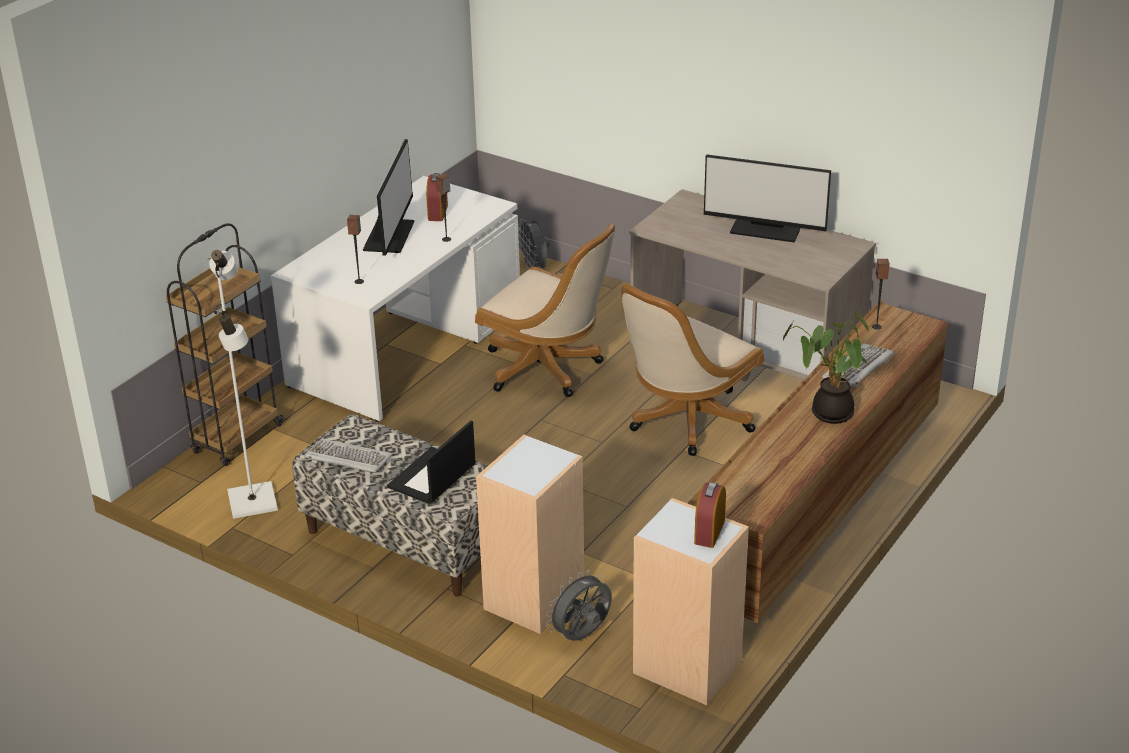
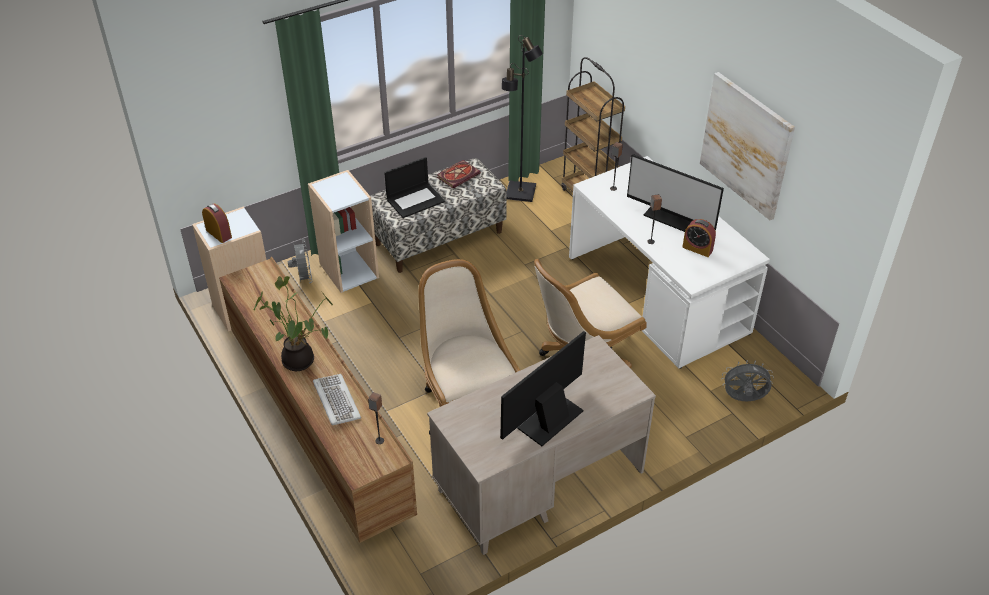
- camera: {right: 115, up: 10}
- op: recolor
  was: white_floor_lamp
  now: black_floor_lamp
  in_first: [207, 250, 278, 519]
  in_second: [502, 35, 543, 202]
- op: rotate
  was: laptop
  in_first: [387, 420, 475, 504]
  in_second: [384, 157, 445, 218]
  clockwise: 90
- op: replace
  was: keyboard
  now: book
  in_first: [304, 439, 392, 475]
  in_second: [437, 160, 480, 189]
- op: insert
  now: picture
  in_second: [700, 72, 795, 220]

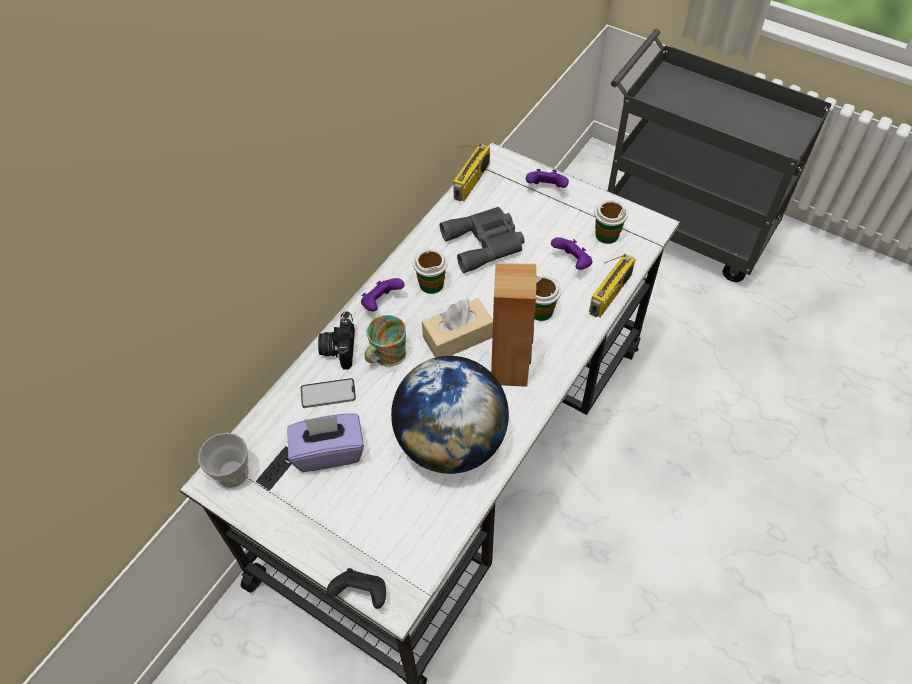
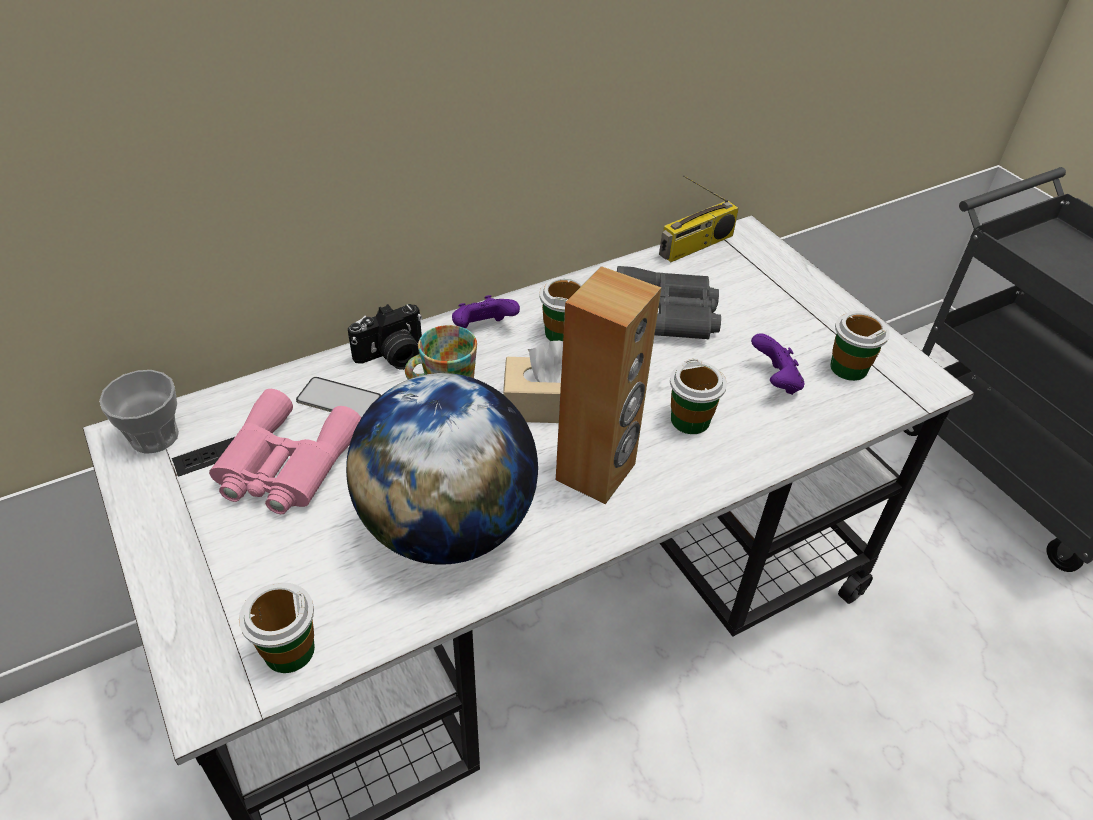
- camera: {right: 25, up: -10}
- op: delete
  was: purple_game_controller
  in_first: [526, 169, 569, 188]
- op: delete
  was: radio
  in_first: [589, 253, 635, 317]
- op: rotate
  was: photo_camera
  in_first: [318, 312, 355, 370]
  in_second: [348, 304, 422, 370]
  clockwise: -150
- op: replace
  was: purple_tissue_box
  now: pink_binoculars
  in_first: [287, 414, 364, 472]
  in_second: [209, 389, 361, 514]
- op: delete
  was: black_game_controller
  in_first: [327, 568, 386, 609]
- op: insert
  now: cup
  in_second: [239, 582, 315, 673]

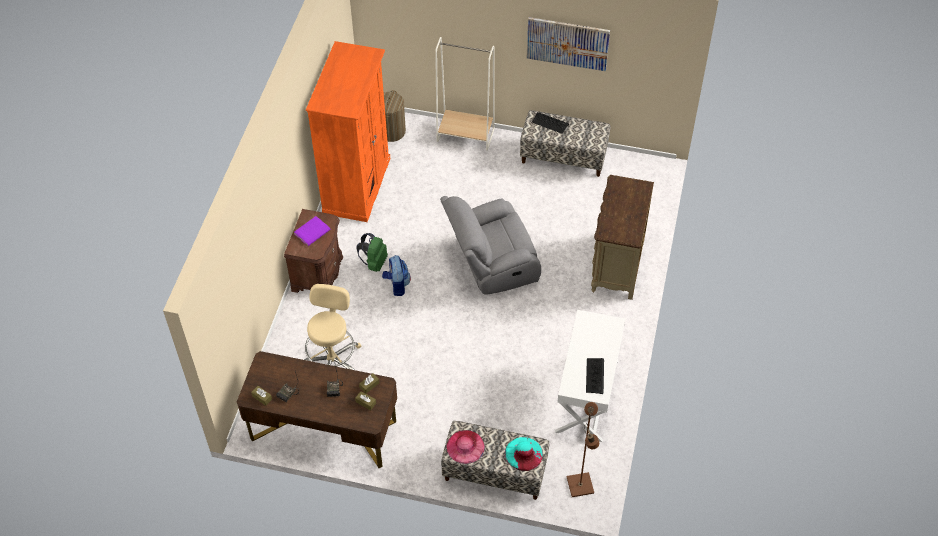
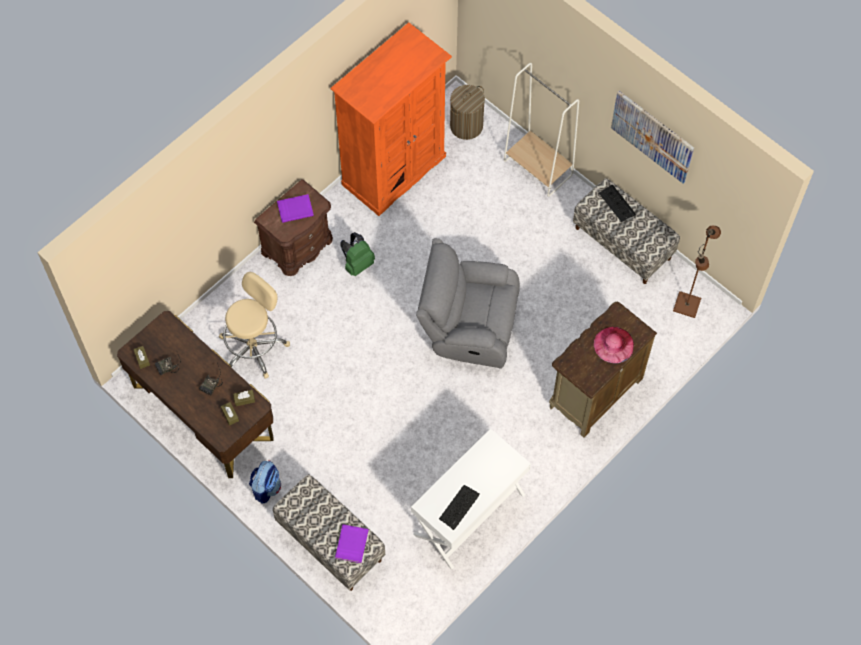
- camera: {right: 30, up: 10}
- op: move
  was: backpack
  in_first: [382, 255, 411, 296]
  in_second: [249, 460, 281, 504]
- op: move
  was: brown_floor_lamp
  in_first: [567, 402, 599, 497]
  in_second: [673, 226, 721, 318]
- op: move
  was: pink_hat
  in_first: [447, 430, 485, 464]
  in_second: [594, 327, 634, 363]
- op: replace
  was: turquoise_hat
  now: purple_book
  in_first: [505, 437, 543, 471]
  in_second: [335, 524, 369, 563]

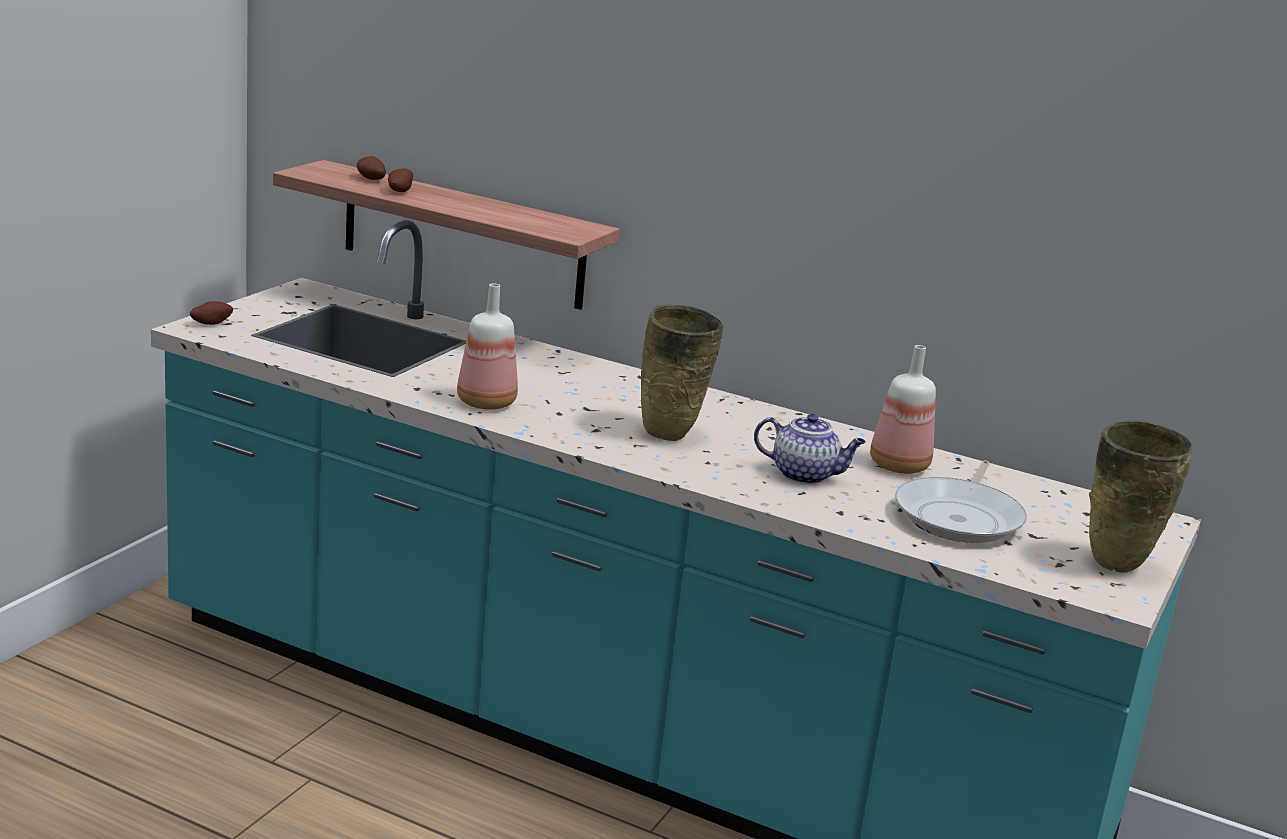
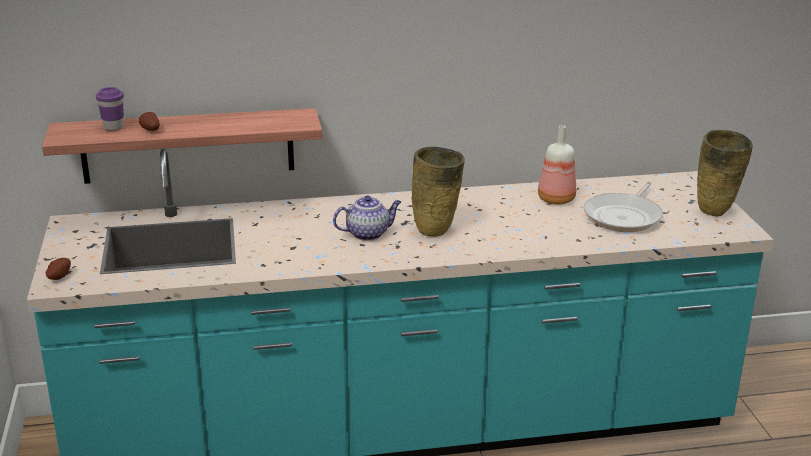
- camera: {right: -35, up: 5}
- op: replace
  was: potato
  now: purple_cup
  in_first: [357, 156, 386, 180]
  in_second: [96, 87, 124, 131]
- op: delete
  was: bottle
  in_first: [457, 283, 518, 410]
- op: move
  was: teapot
  in_first: [754, 414, 866, 484]
  in_second: [333, 196, 401, 241]
- op: rotate
  was: frying_pan
  in_first: [895, 460, 1027, 543]
  in_second: [584, 182, 663, 232]
  clockwise: 45

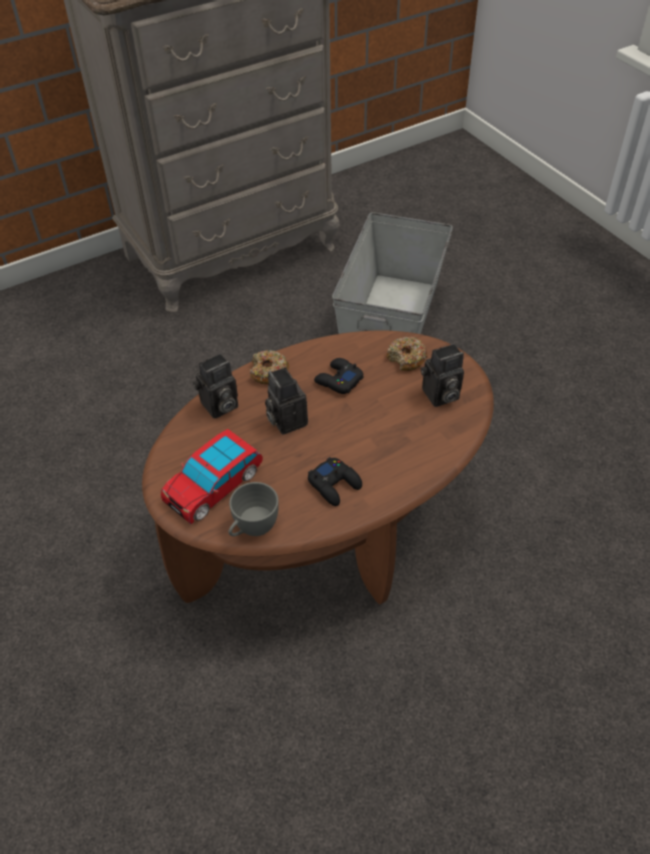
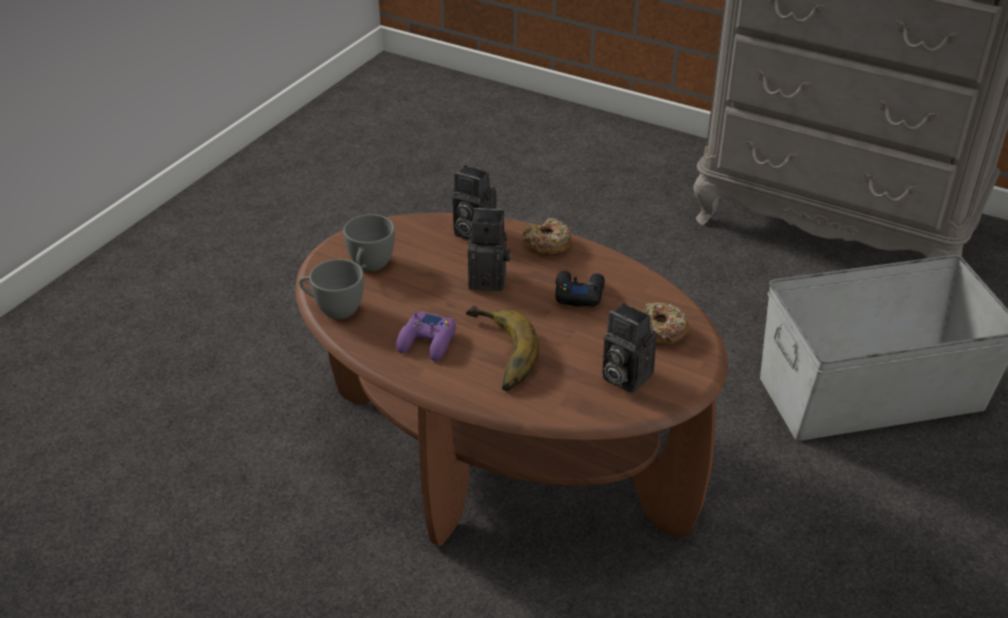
- camera: {right: 60, up: -10}
- op: rotate
  was: photo_camera
  in_first: [265, 367, 308, 435]
  in_second: [468, 208, 511, 291]
  clockwise: 60
- op: replace
  was: toy_car
  now: grey_cup
  in_first: [161, 429, 263, 524]
  in_second: [343, 214, 395, 271]
- op: recolor
  was: black_game_controller
  now: purple_game_controller
  in_first: [308, 457, 362, 506]
  in_second: [396, 311, 456, 361]
- op: insert
  now: banana
  in_second: [466, 306, 539, 391]

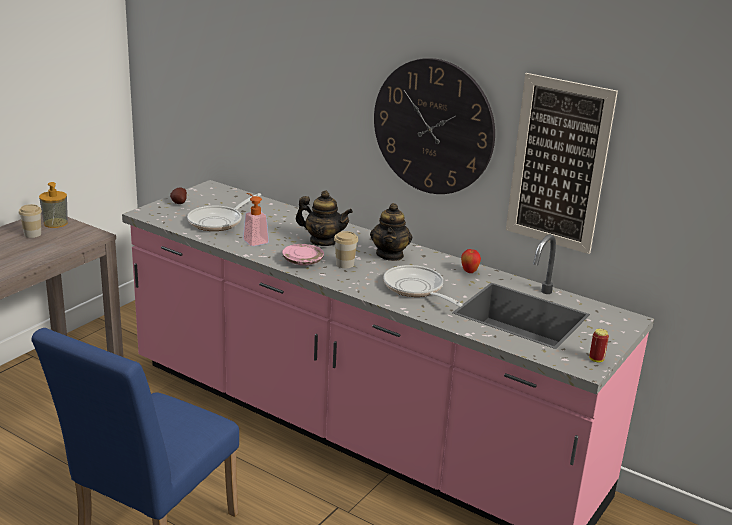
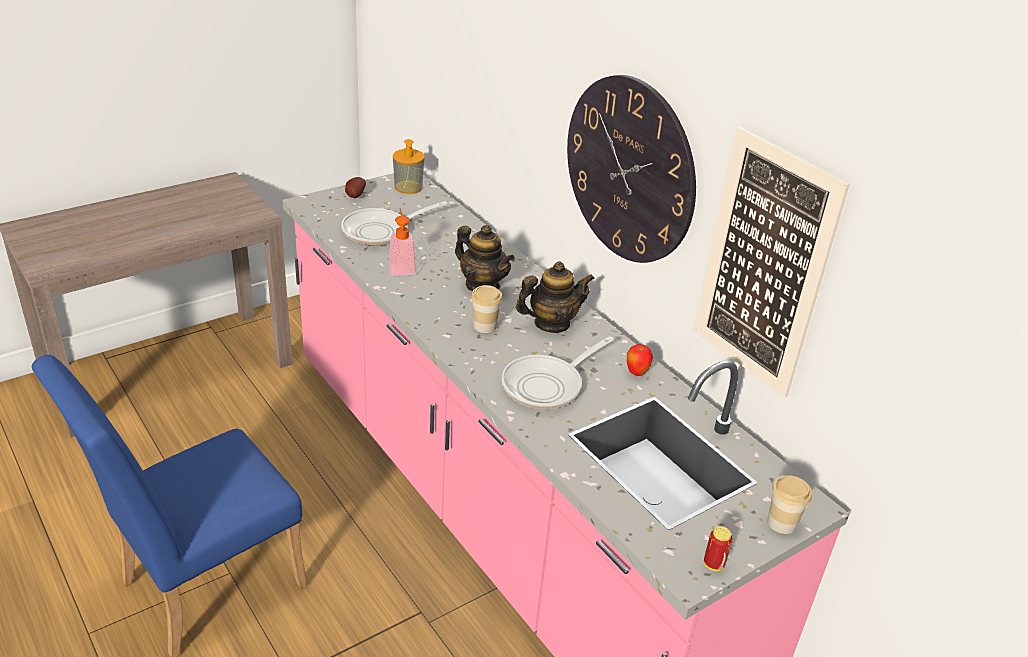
- camera: {right: 20, up: 10}
- op: move
  was: soap_dispenser
  in_first: [39, 182, 68, 228]
  in_second: [393, 139, 425, 194]
- op: rotate
  was: teapot
  in_first: [370, 203, 412, 261]
  in_second: [516, 261, 595, 333]
  clockwise: -135
- op: move
  was: cup
  in_first: [19, 204, 42, 238]
  in_second: [767, 475, 812, 534]
- op: delete
  was: pink_plate
  in_first: [282, 244, 324, 266]
- op: rotate
  was: frying_pan
  in_first: [383, 265, 463, 307]
  in_second: [502, 336, 614, 409]
  clockwise: -120

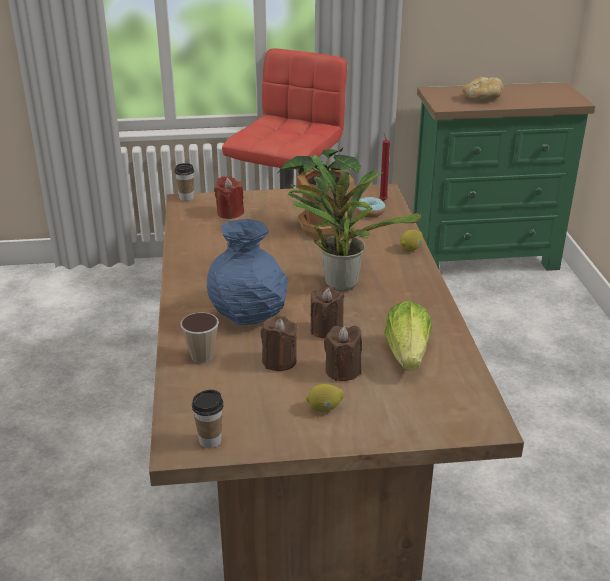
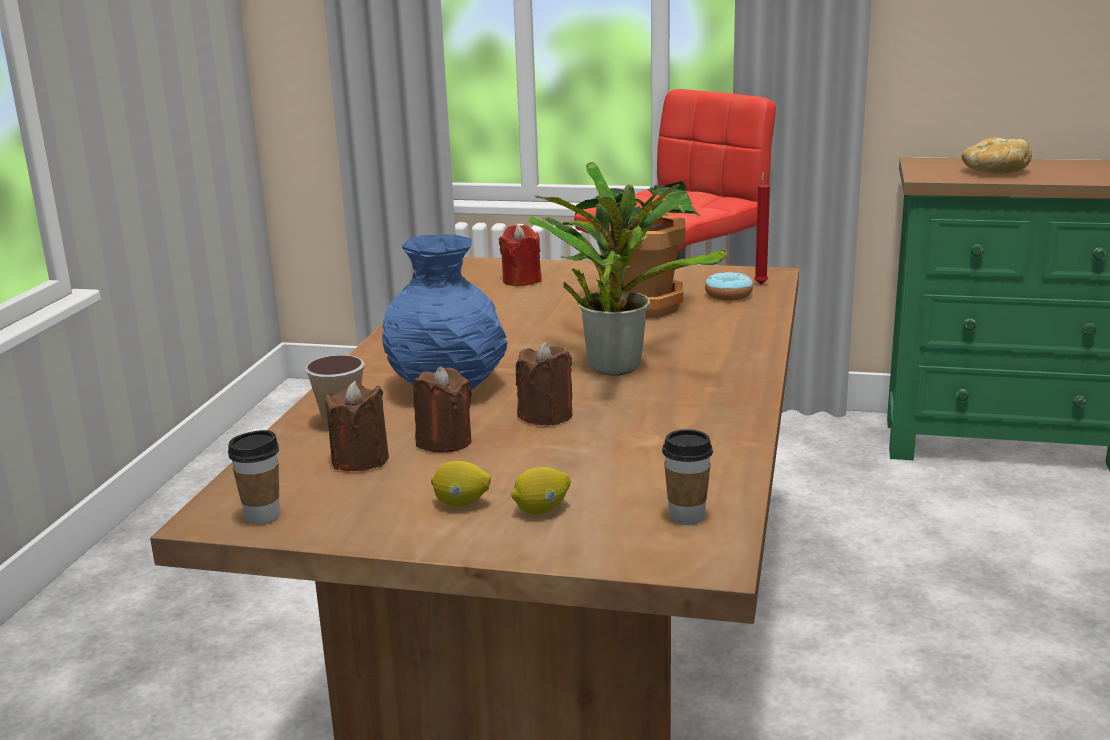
- camera: {right: 20, up: -10}
- op: move
  was: cup
  in_first: [175, 163, 194, 201]
  in_second: [662, 429, 713, 525]
- op: move
  was: lemon
  in_first: [400, 230, 423, 251]
  in_second: [511, 467, 571, 514]
- op: delete
  was: lettuce
  in_first: [384, 301, 432, 371]
- op: move
  was: brown_candle
  in_first: [324, 326, 362, 381]
  in_second: [325, 381, 389, 471]

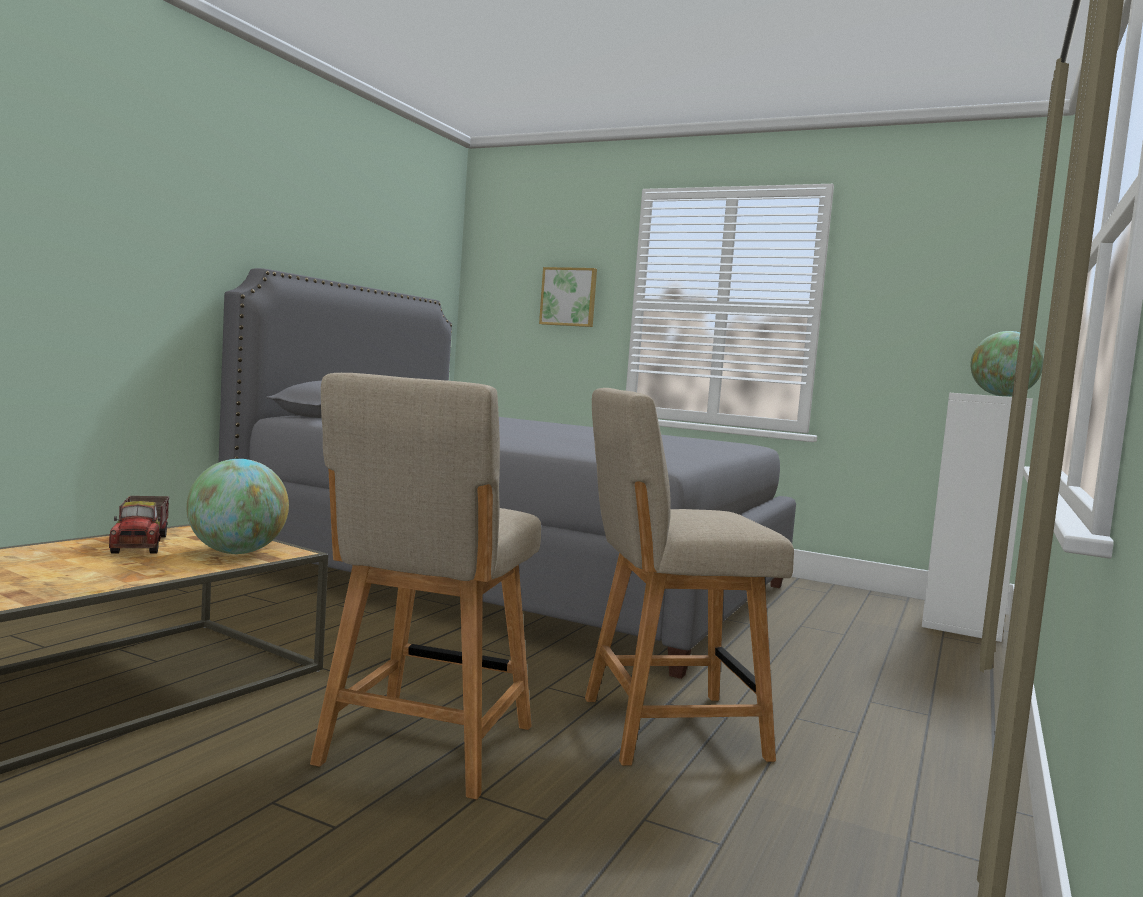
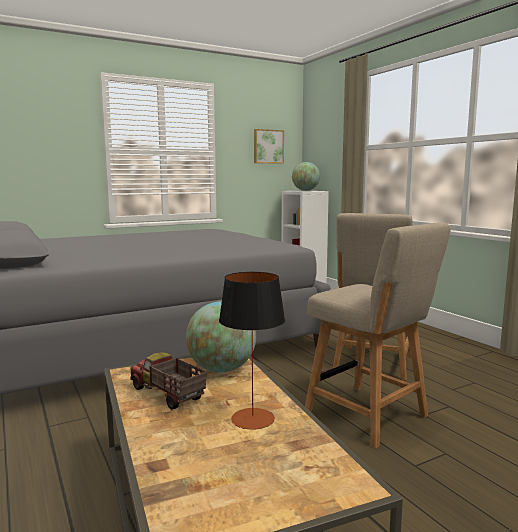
- camera: {right: -55, up: 5}
- op: move
  was: picture
  in_first: [539, 267, 597, 327]
  in_second: [254, 129, 284, 164]
- op: rotate
  was: toy_truck
  in_first: [109, 496, 169, 554]
  in_second: [130, 352, 207, 410]
  clockwise: -150
- op: insert
  now: table_lamp
  in_second: [219, 272, 285, 430]

